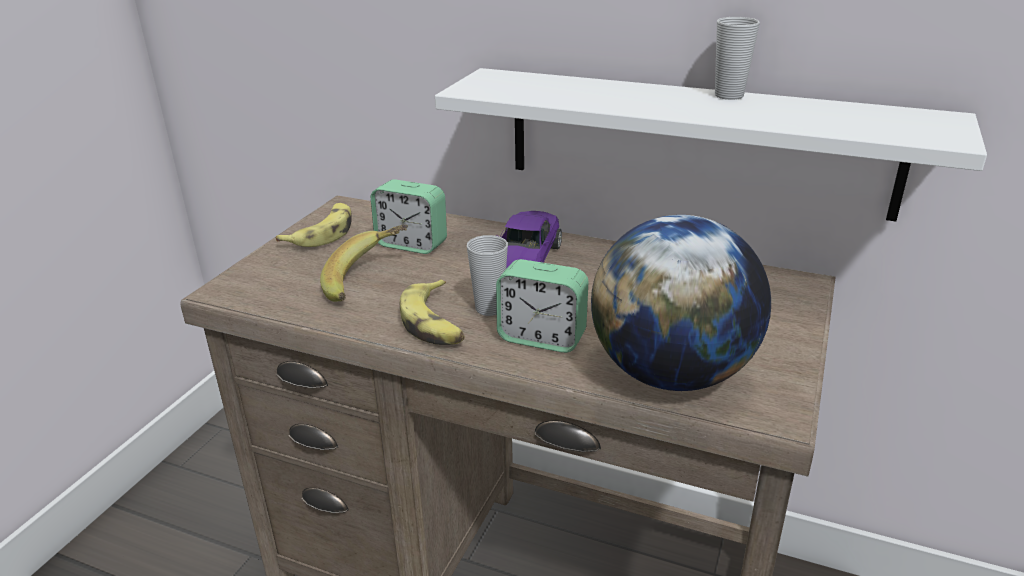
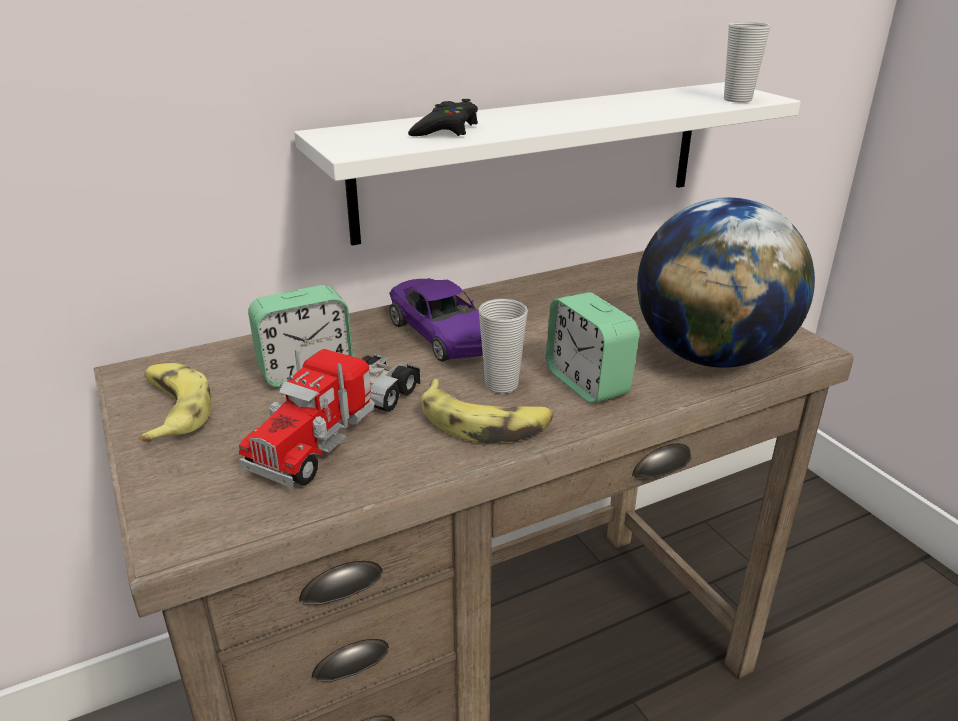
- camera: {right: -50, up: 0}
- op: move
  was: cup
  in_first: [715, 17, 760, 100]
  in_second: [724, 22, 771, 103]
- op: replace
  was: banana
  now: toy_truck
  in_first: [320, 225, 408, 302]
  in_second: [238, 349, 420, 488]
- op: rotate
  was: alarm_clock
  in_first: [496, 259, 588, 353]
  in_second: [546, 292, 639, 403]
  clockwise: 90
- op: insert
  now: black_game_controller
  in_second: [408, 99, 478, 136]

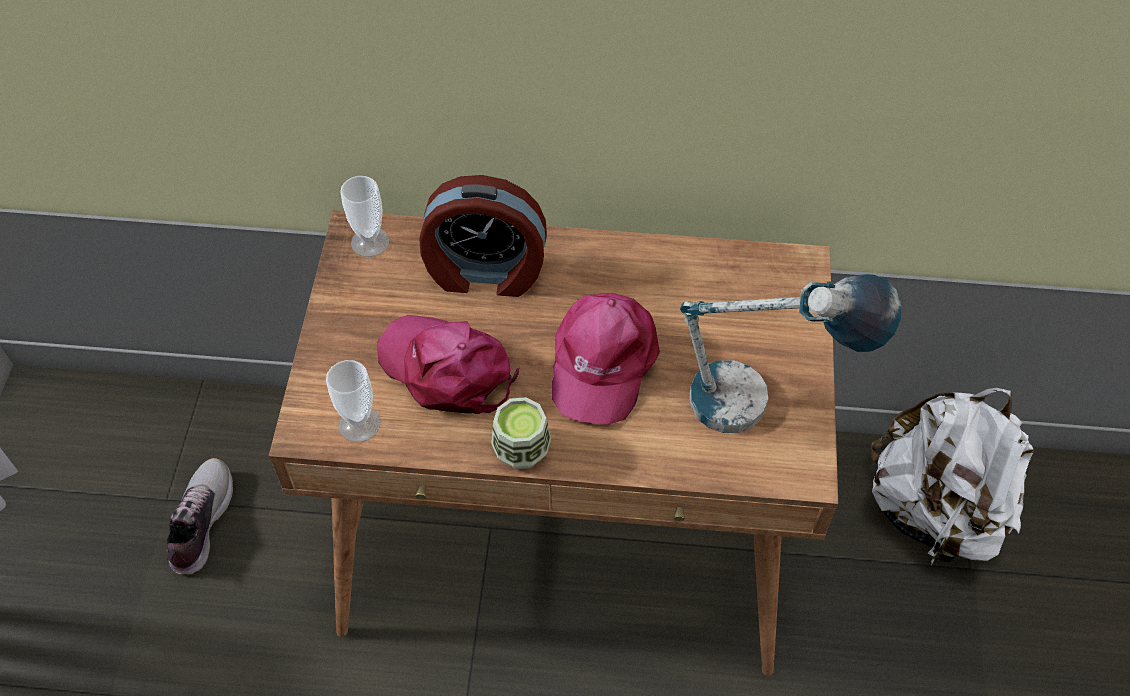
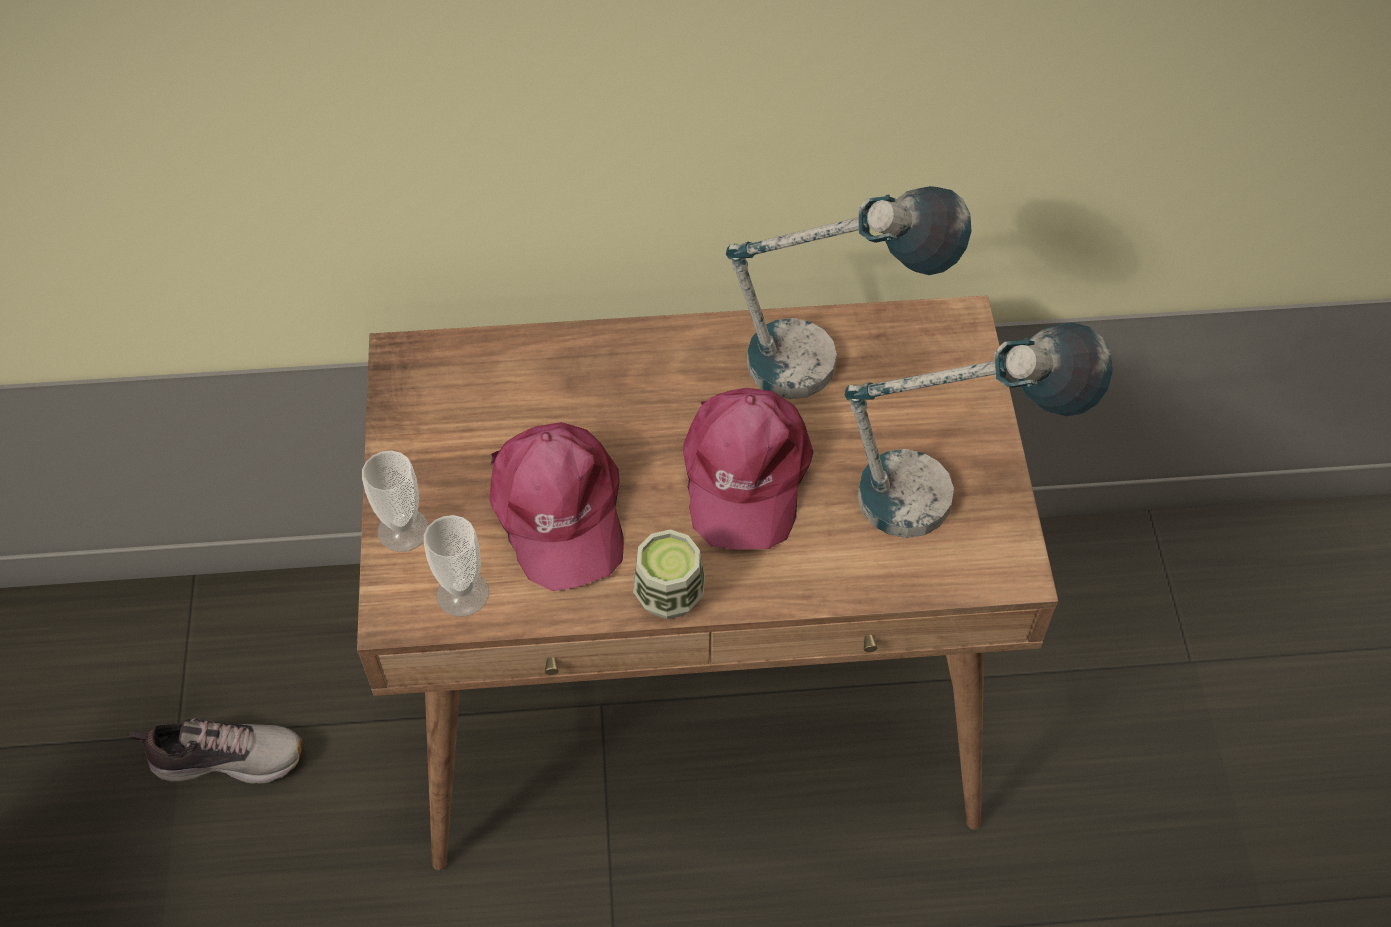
- camera: {right: -10, up: 0}
- op: delete
  was: alarm_clock
  in_first: [419, 175, 547, 297]
- op: move
  was: cup
  in_first: [340, 176, 389, 257]
  in_second: [362, 451, 429, 552]
- op: rotate
  was: pink_cap
  in_first: [377, 315, 520, 414]
  in_second: [489, 422, 624, 591]
  clockwise: -135
- op: delete
  was: white_backpack
  in_first: [870, 388, 1034, 566]
- op: rotate
  was: shoe
  in_first: [166, 458, 233, 575]
  in_second: [130, 718, 303, 784]
  clockwise: 90
- op: insert
  now: table_lamp
  in_second: [726, 186, 972, 399]

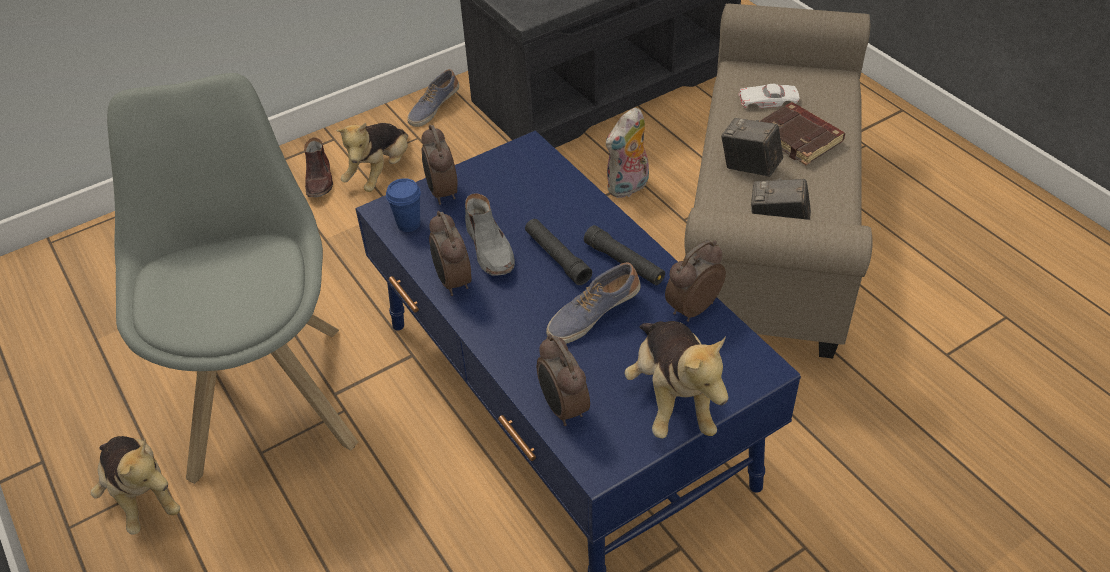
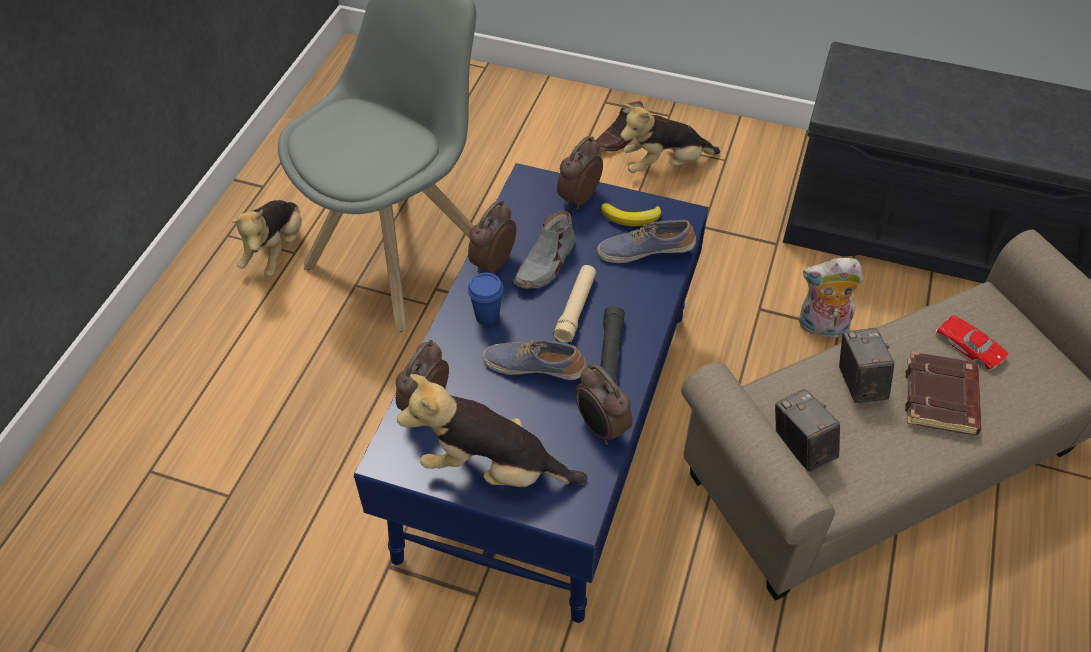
- camera: {right: 50, up: 5}
- op: move
  was: shoe
  in_first: [407, 69, 459, 127]
  in_second: [597, 220, 696, 263]
- op: recolor
  was: white_toy_car
  now: red_toy_car
  in_first: [739, 84, 800, 108]
  in_second: [936, 315, 1009, 370]
- op: move
  was: blue_cup
  in_first: [386, 178, 421, 232]
  in_second: [468, 273, 504, 325]
- op: recolor
  was: black_flashlight
  now: beige_flashlight
  in_first: [525, 219, 592, 285]
  in_second: [553, 265, 596, 343]
- op: rotate
  was: alarm_clock
  in_first: [665, 240, 726, 322]
  in_second: [575, 363, 633, 445]
  clockwise: -135
- op: rotate
  was: plush_toy
  in_first: [625, 321, 728, 439]
  in_second: [397, 374, 588, 487]
  clockwise: 60
- op: insert
  now: banana
  in_second: [601, 203, 661, 226]

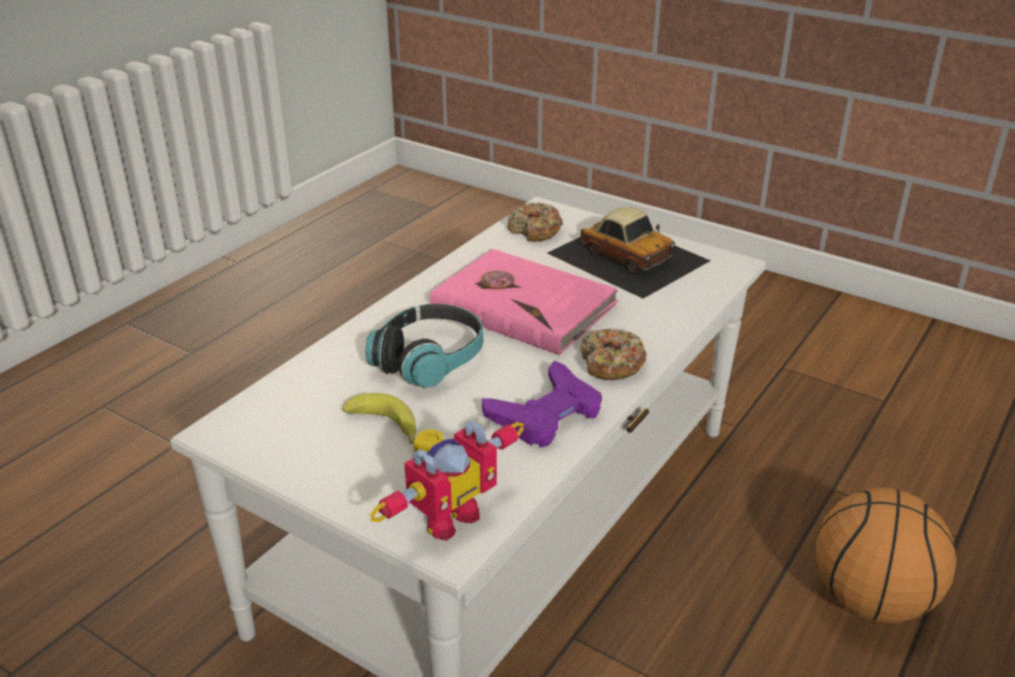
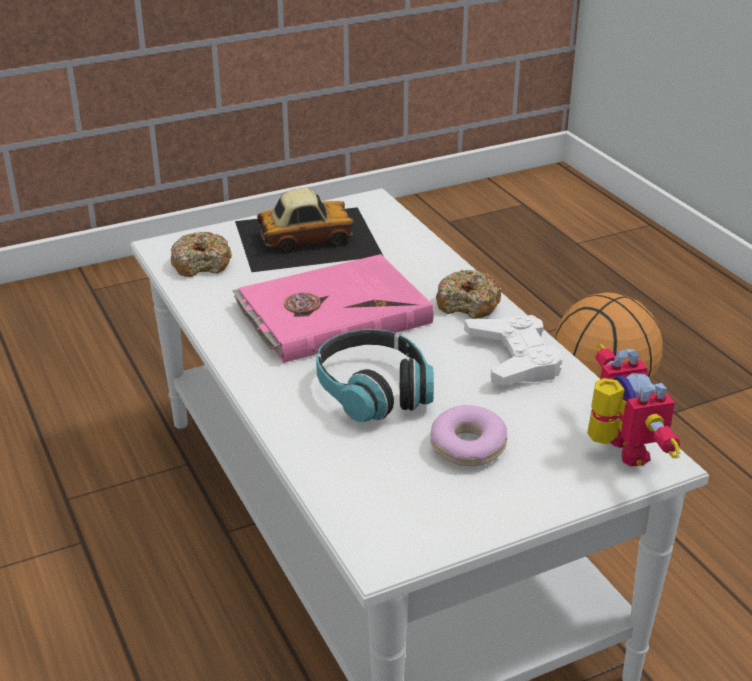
- camera: {right: -60, up: 0}
- op: recolor
  was: purple_game_controller
  now: white_game_controller
  in_first: [482, 360, 602, 447]
  in_second: [464, 315, 564, 385]
- op: replace
  was: banana
  now: donut
  in_first: [343, 393, 416, 444]
  in_second: [430, 405, 507, 467]

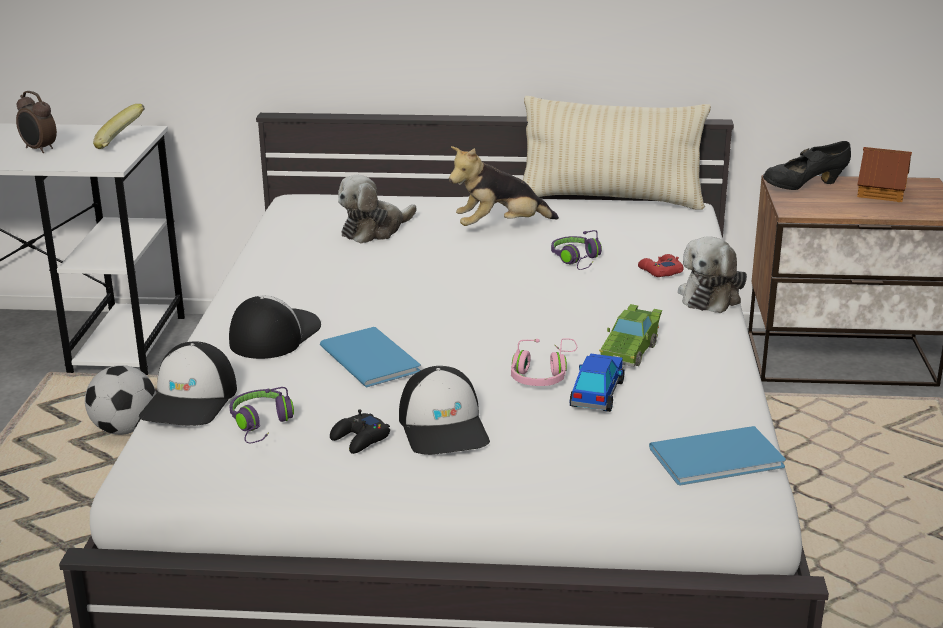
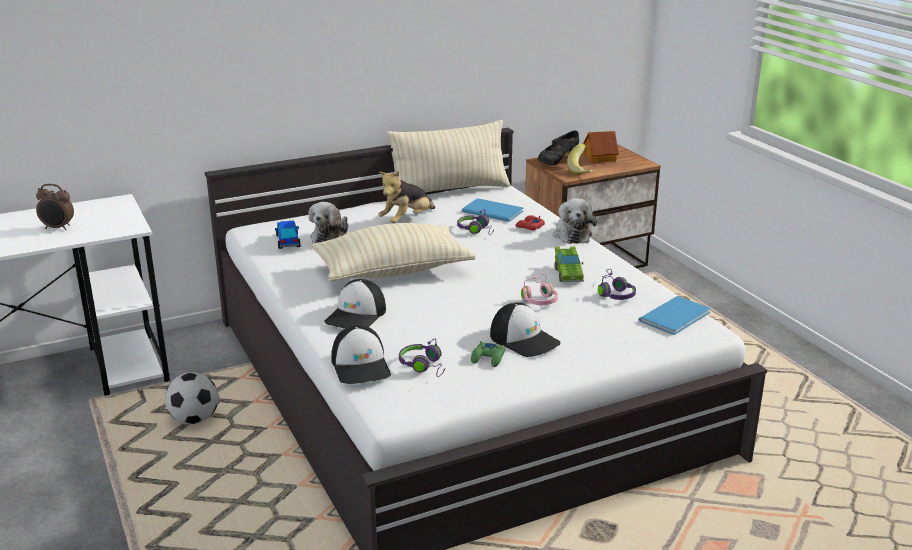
- camera: {right: -30, up: 0}
- op: move
  was: banana
  in_first: [93, 104, 145, 149]
  in_second: [567, 144, 593, 175]
- op: rotate
  was: cap
  in_first: [229, 295, 321, 359]
  in_second: [324, 279, 386, 329]
  clockwise: -150
- op: move
  was: blue_book
  in_first: [320, 327, 421, 387]
  in_second: [462, 198, 523, 222]
- op: move
  was: toy_car
  in_first: [570, 354, 625, 412]
  in_second: [275, 221, 301, 249]
- op: recolor
  was: black_game_controller
  now: green_game_controller
  in_first: [330, 410, 390, 454]
  in_second: [471, 341, 505, 367]
- op: insert
  now: beige_pillow
  in_second: [312, 223, 476, 281]
- op: insert
  now: purple_headphones
  in_second: [598, 269, 636, 300]

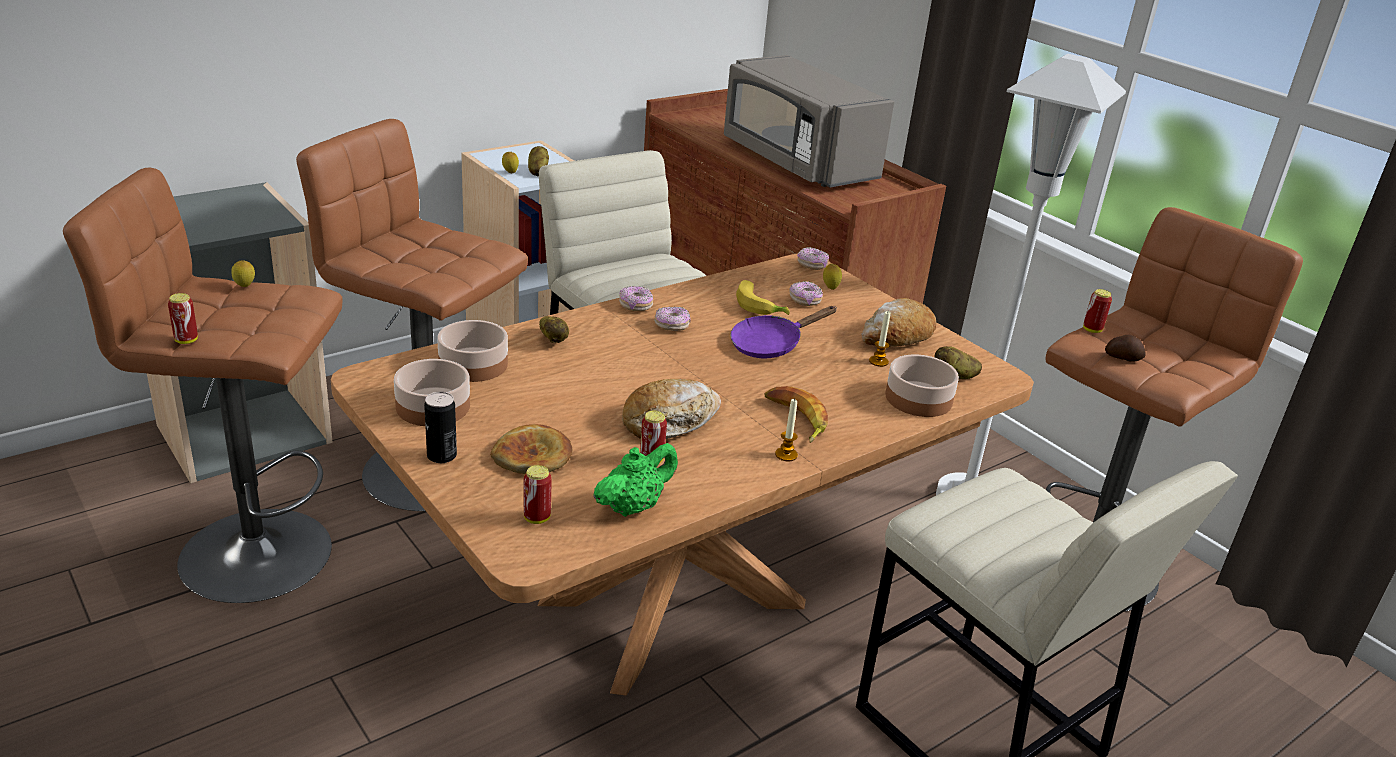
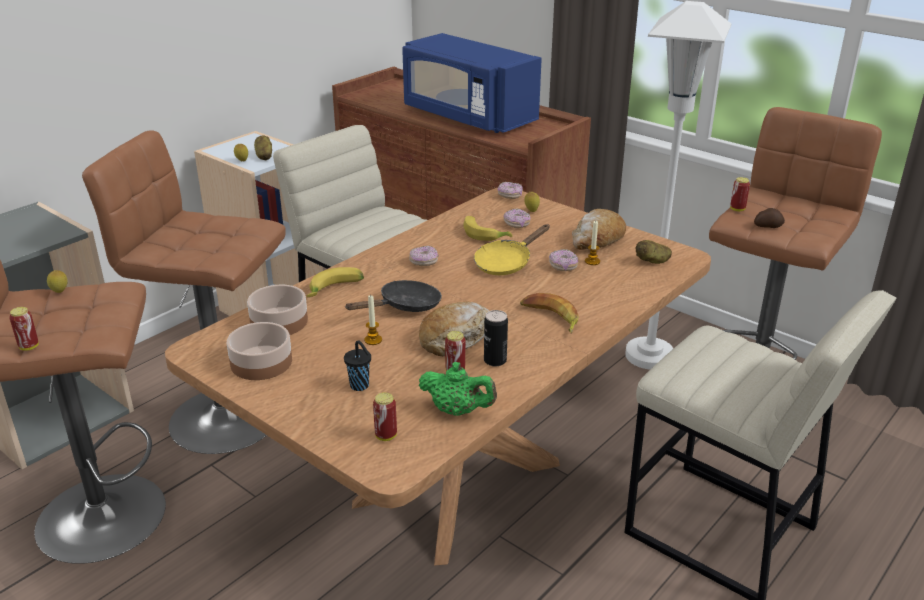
- camera: {right: -10, up: 0}
- op: recolor
  was: grey_microwave
  now: blue_microwave
  in_first: [724, 55, 894, 187]
  in_second: [402, 33, 542, 133]
- op: move
  was: donut
  in_first: [619, 286, 653, 311]
  in_second: [549, 249, 578, 271]
- op: recolor
  was: purple_frying_pan
  now: yellow_frying_pan
  in_first: [730, 306, 837, 359]
  in_second: [474, 224, 550, 275]
- op: replace
  was: potato
  now: banana
  in_first: [539, 316, 569, 343]
  in_second: [307, 267, 364, 297]
- op: delete
  was: bowl
  in_first: [885, 355, 959, 417]
- op: move
  was: can
  in_first: [424, 392, 457, 463]
  in_second: [484, 310, 508, 366]
- op: move
  was: candle
  in_first: [775, 398, 798, 461]
  in_second: [364, 294, 382, 345]
- op: replace
  was: bread
  now: black_cup
  in_first: [490, 424, 572, 474]
  in_second: [344, 340, 371, 391]
- op: rotate
  was: green_teapot
  in_first: [593, 443, 678, 517]
  in_second: [419, 362, 497, 416]
  clockwise: 75
- op: insert
  now: black_frying_pan
  in_second: [346, 280, 442, 312]

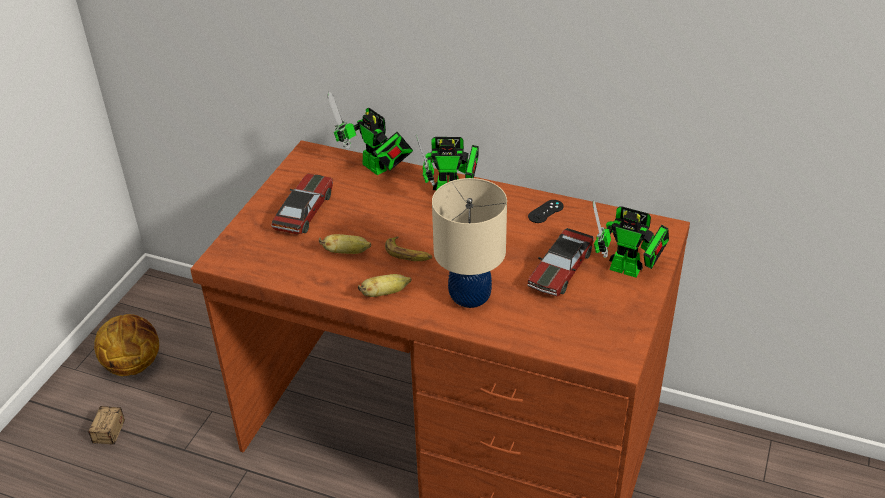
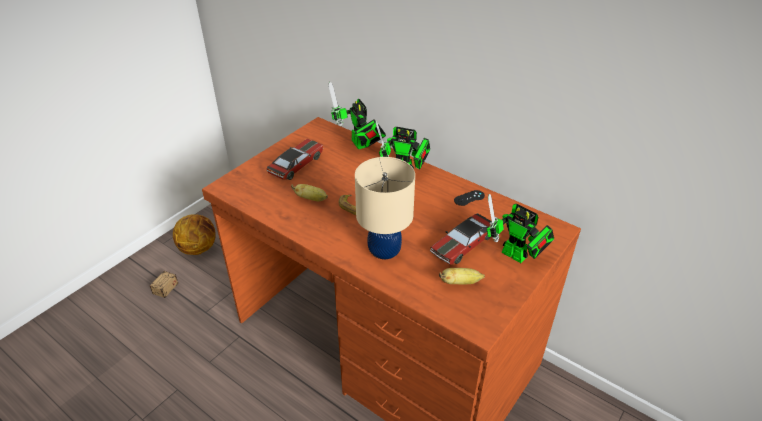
- camera: {right: 15, up: 0}
- op: move
  was: banana
  in_first: [358, 274, 412, 297]
  in_second: [439, 268, 485, 284]

